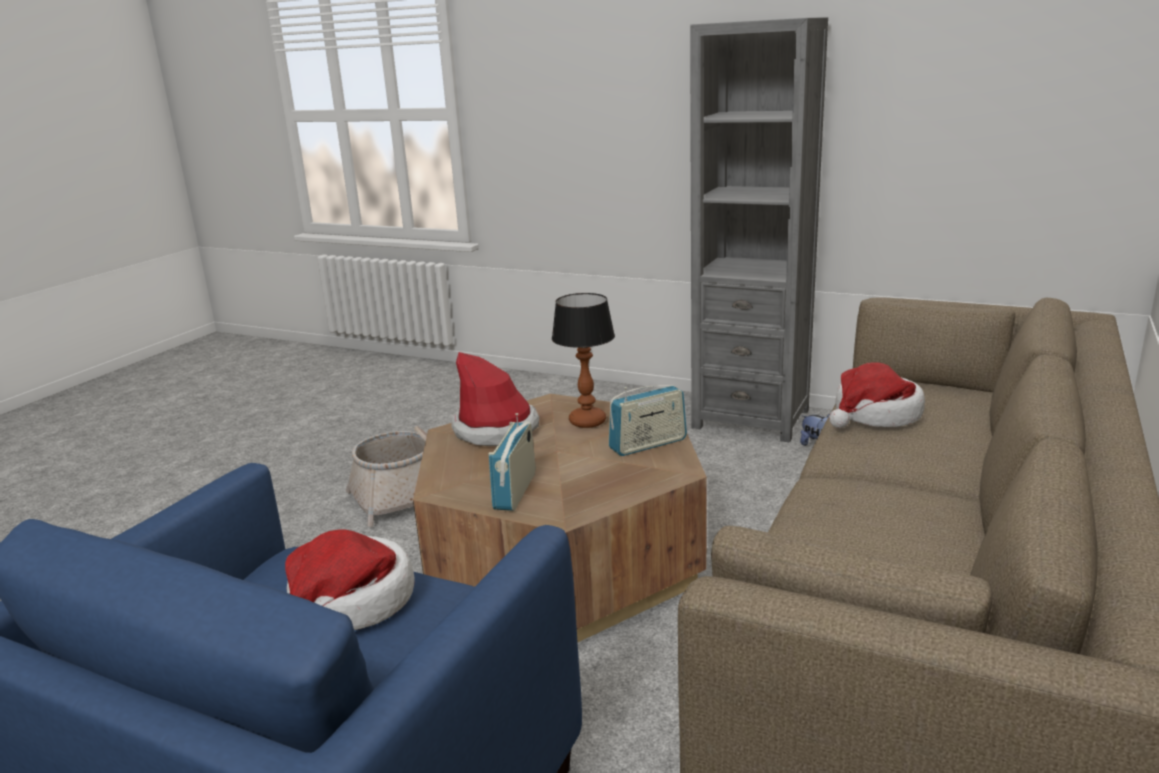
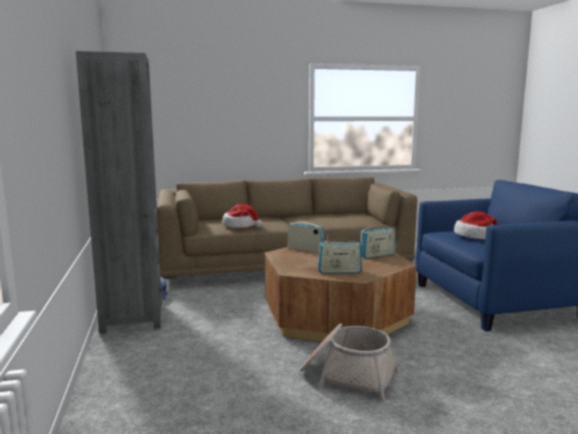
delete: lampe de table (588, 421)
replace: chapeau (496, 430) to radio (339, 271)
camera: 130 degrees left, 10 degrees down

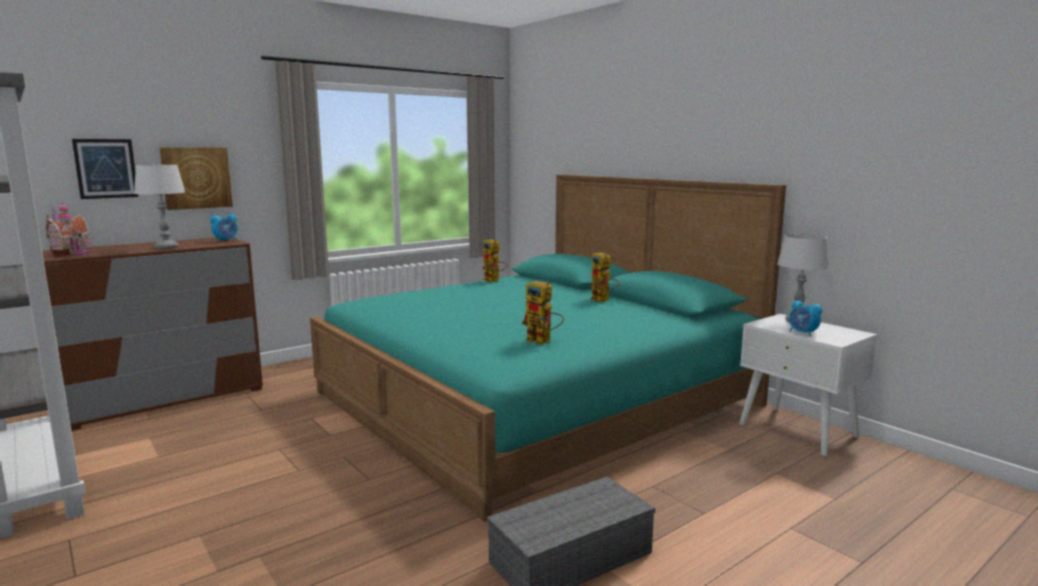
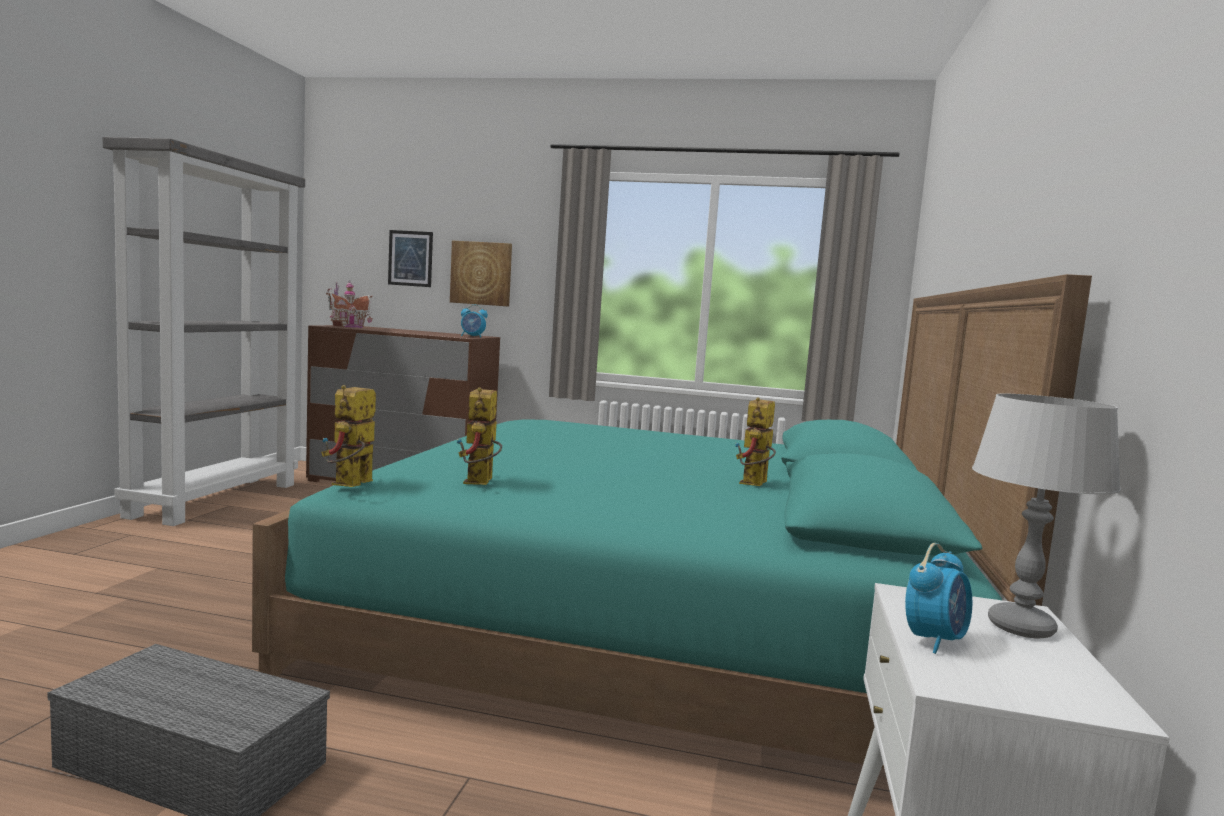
delete: lampe de table (gris) (166, 247)
move: robot jouet (494, 281) to (350, 485)
rotate: réveil (802, 333) = (934, 640) 150 degrees counterclockwise
camera: 50 degrees right, 5 degrees down

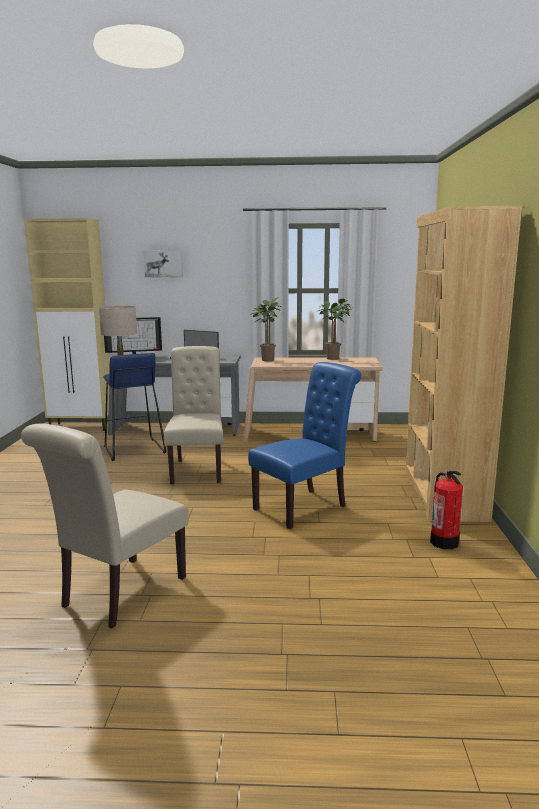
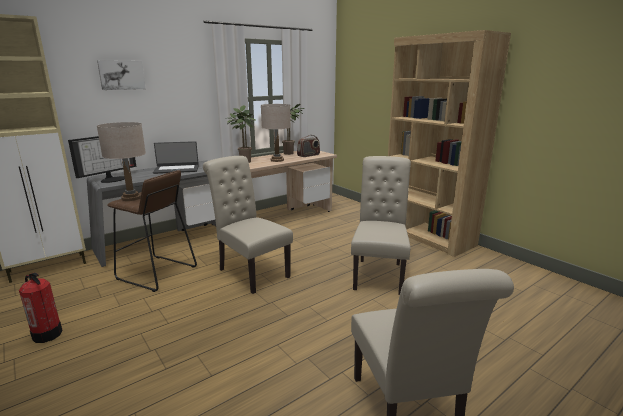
insert: lampe de table (beige) (277, 160); radio (308, 155)
move: extincteur (444, 542) to (47, 334)
recolor: tabouret (bleu) (133, 450) to tabouret (marron) (156, 273); chaise (bleu) (305, 506) to chaise (beige) (379, 273)
camera: 40 degrees left, 5 degrees up

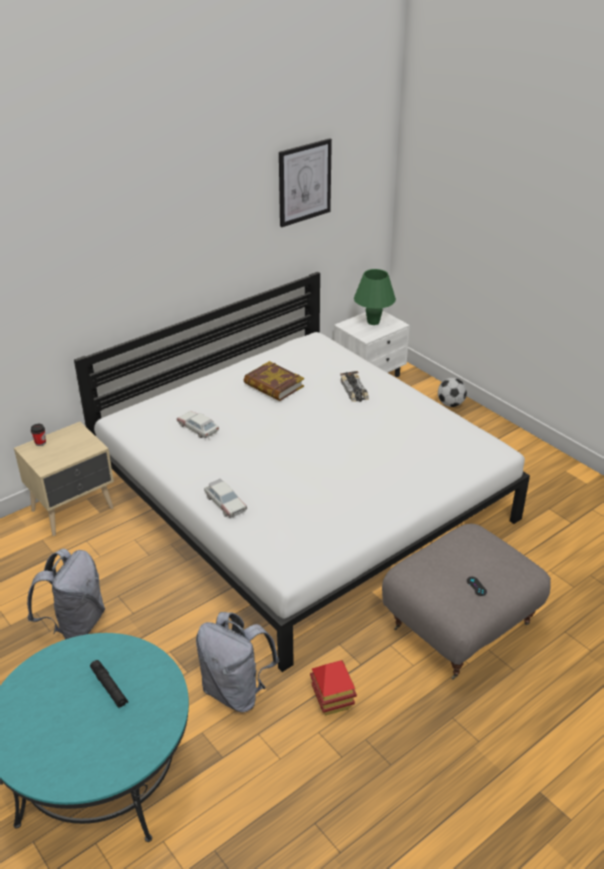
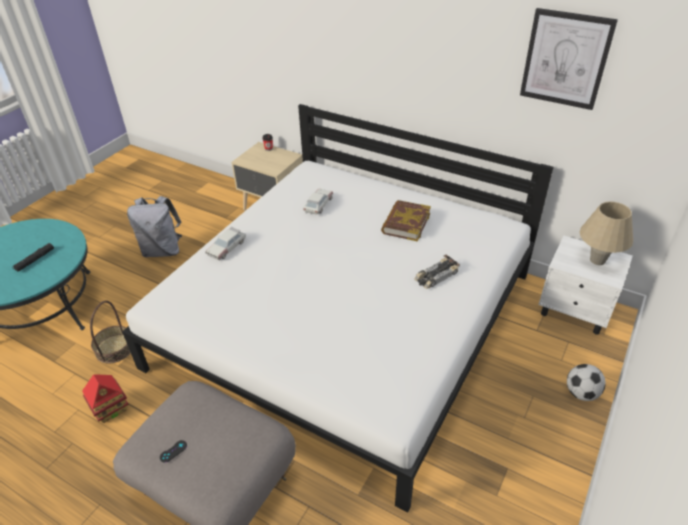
replace: sac à dos (gris) (236, 691) to panier (115, 348)
recolor: lampe de table (vert) (373, 322) to lampe de table (beige) (597, 260)
camera: 70 degrees right, 5 degrees up

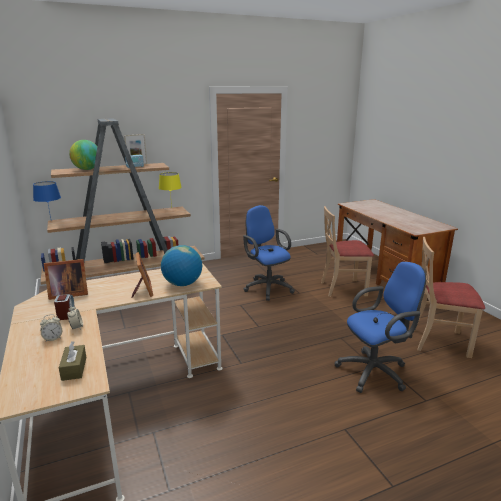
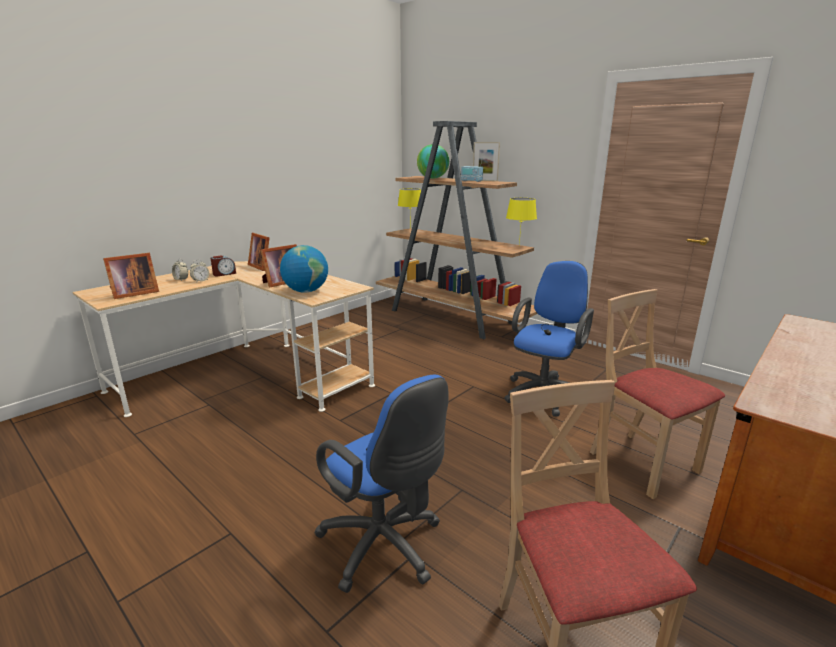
replace: boîte à mouchoirs (marron) (74, 368) to cadre photo (133, 294)
recolor: lampe de table (bleu) (50, 220) to lampe de table (jaune) (410, 228)
camera: 65 degrees right, 0 degrees up

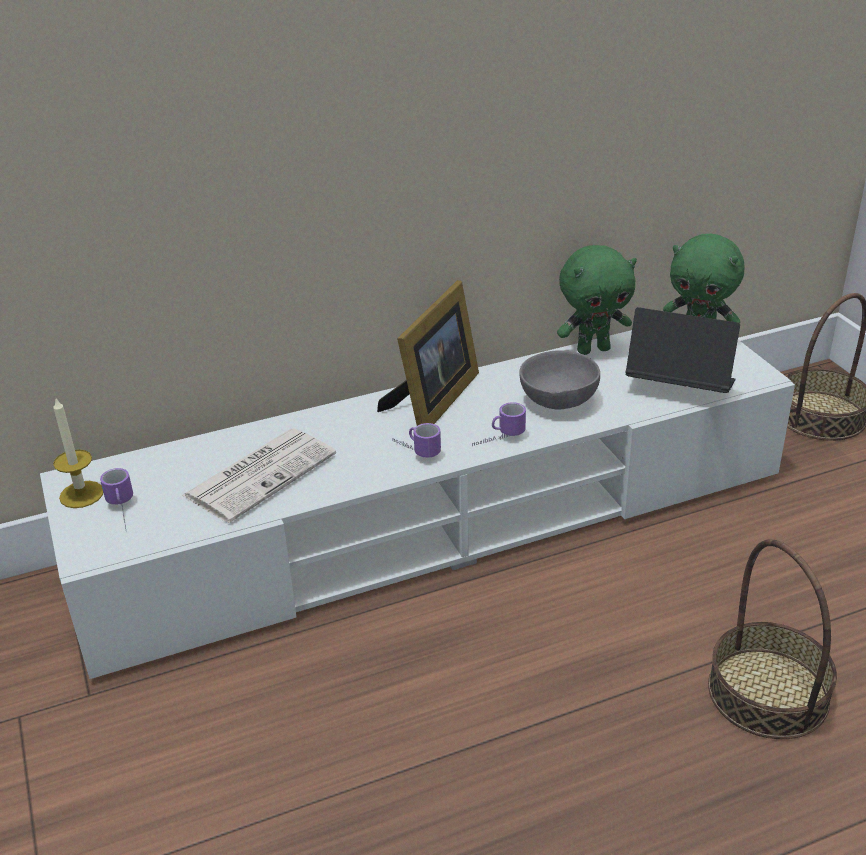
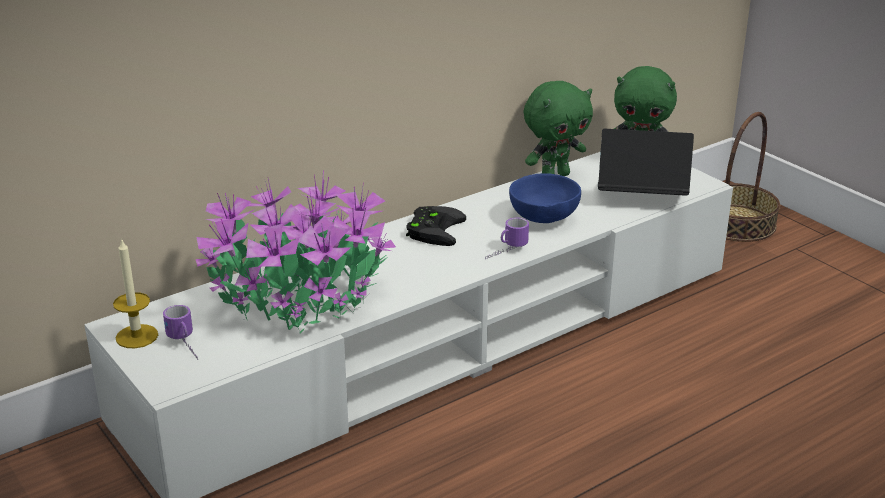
delete: mug (415, 451); panier (768, 693)
replace: journal (261, 474) to plante en pot (303, 301); cadre photo (433, 402) to manette (noir) (433, 229)
recolor: bol (gris) (558, 403) to bol (bleu) (543, 219)
camera: 15 degrees left, 5 degrees down

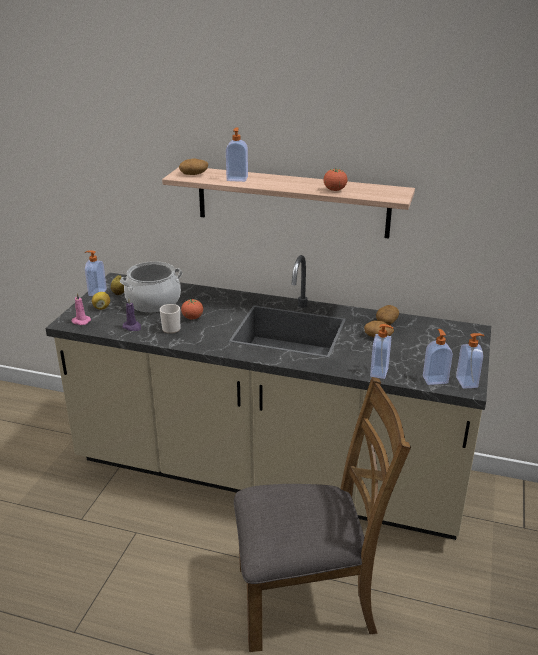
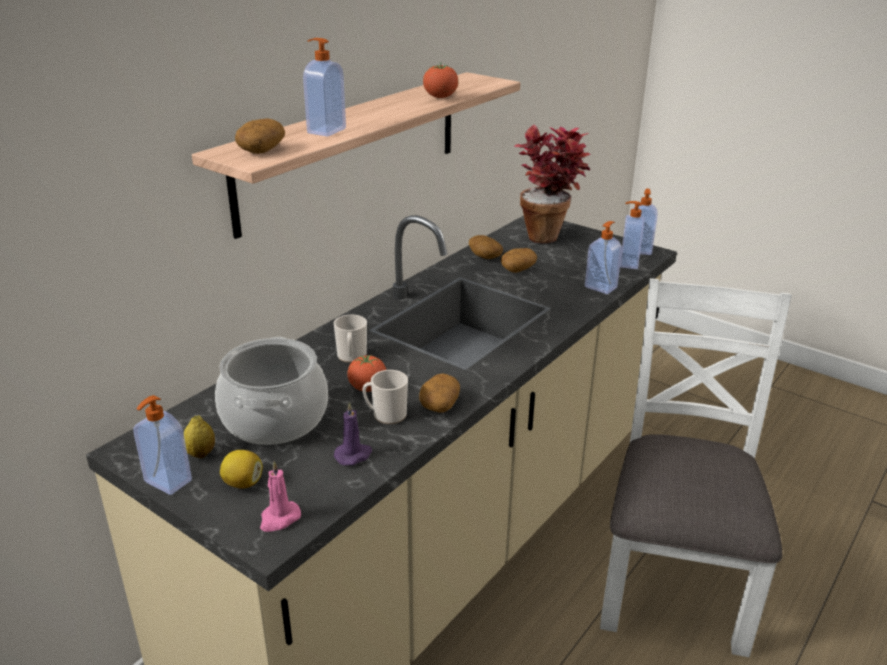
insert: mug (351, 357); pomme de terre (439, 404); plante en pot (549, 234)
recolor: chaise (marron) (307, 598) to chaise (blanc) (673, 578)
camera: 70 degrees left, 0 degrees up

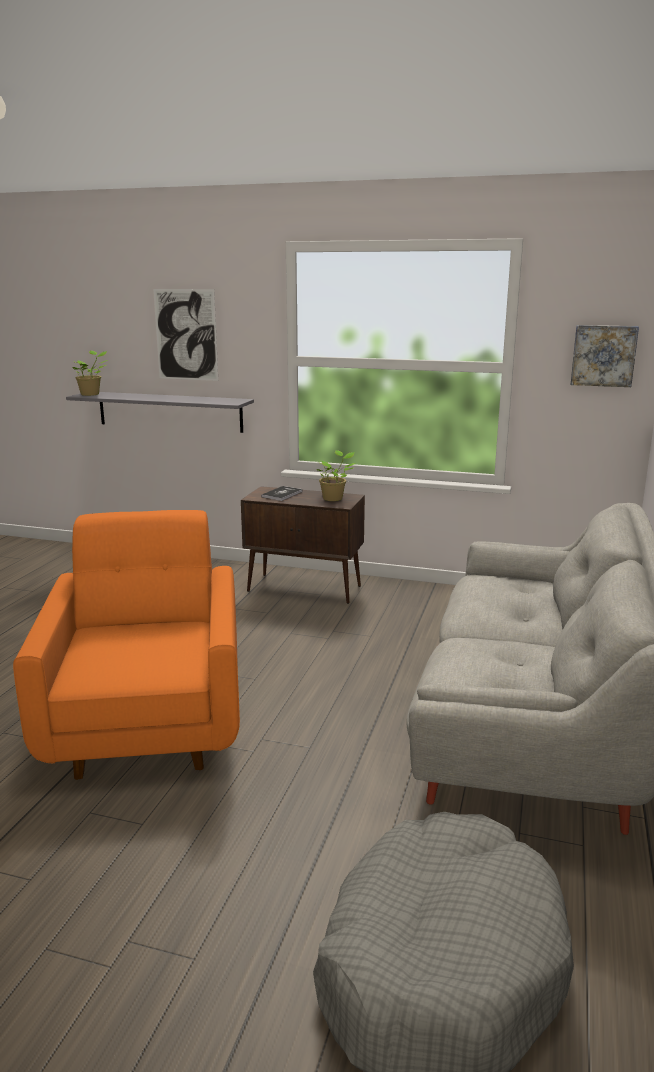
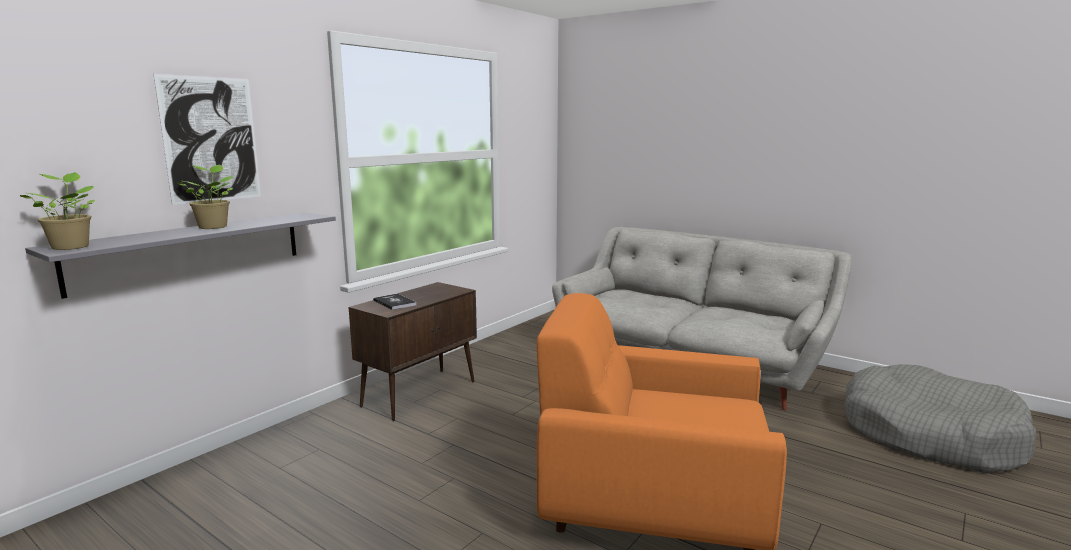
delete: tableau (603, 355)
move: plante en pot (334, 498) to (213, 227)
camera: 70 degrees left, 5 degrees down

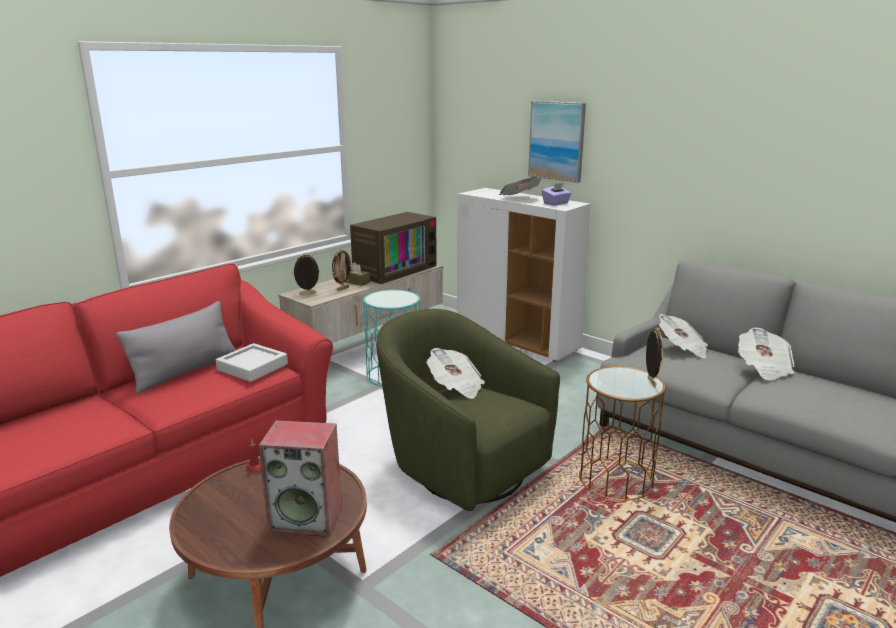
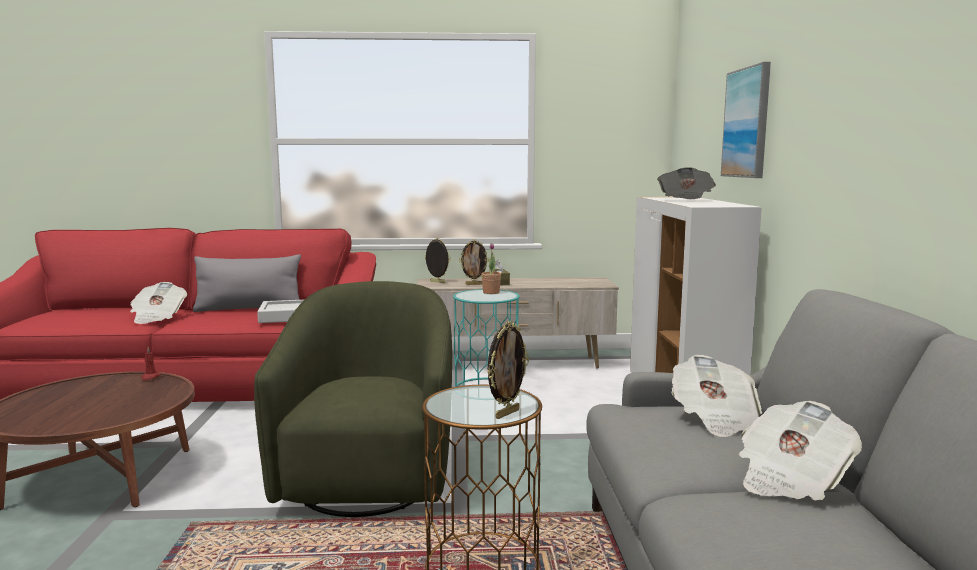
delete: enceinte (307, 518); téléviseur (394, 270); boîte à mouchoirs (violet) (556, 203)
insert: plante en pot (491, 292)
move: journal (456, 387) to (157, 317)
camera: 45 degrees right, 10 degrees down

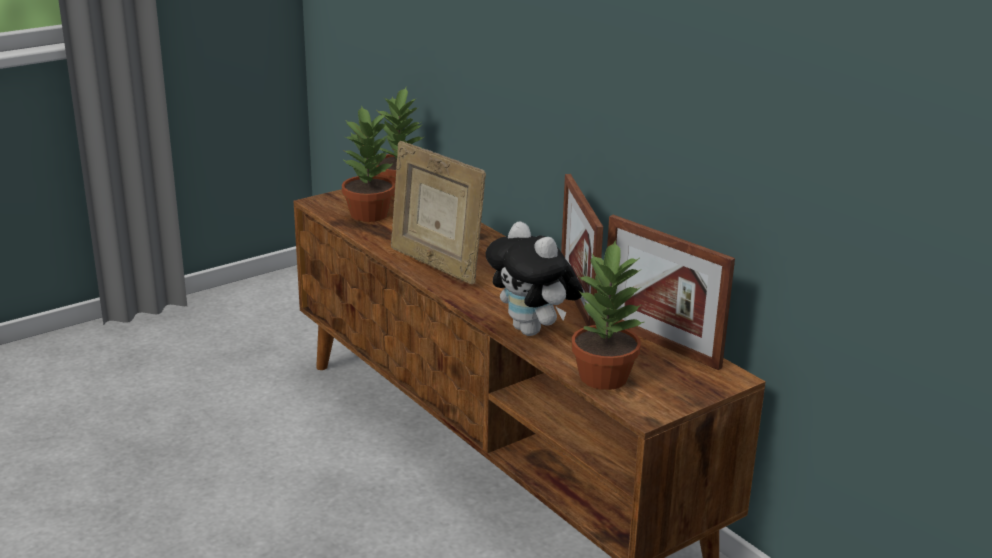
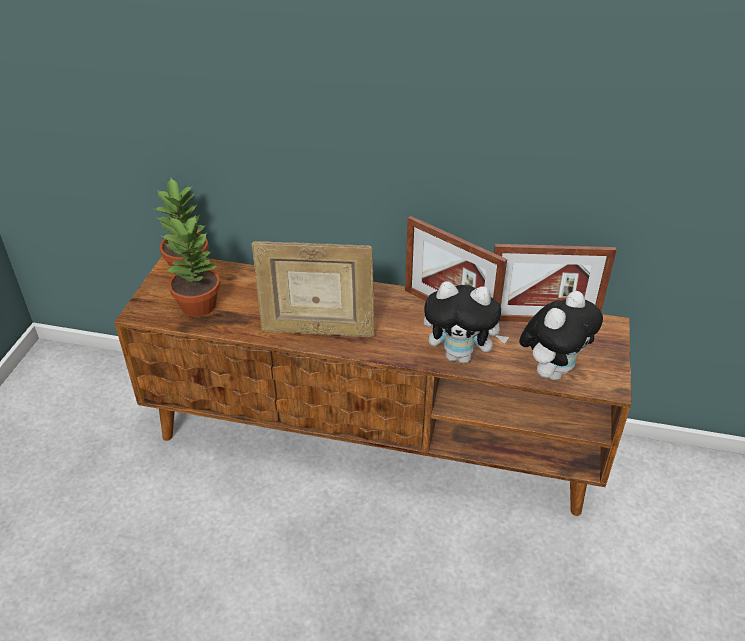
replace: plante en pot (605, 377) to peluche (552, 370)
camera: 40 degrees left, 15 degrees up

